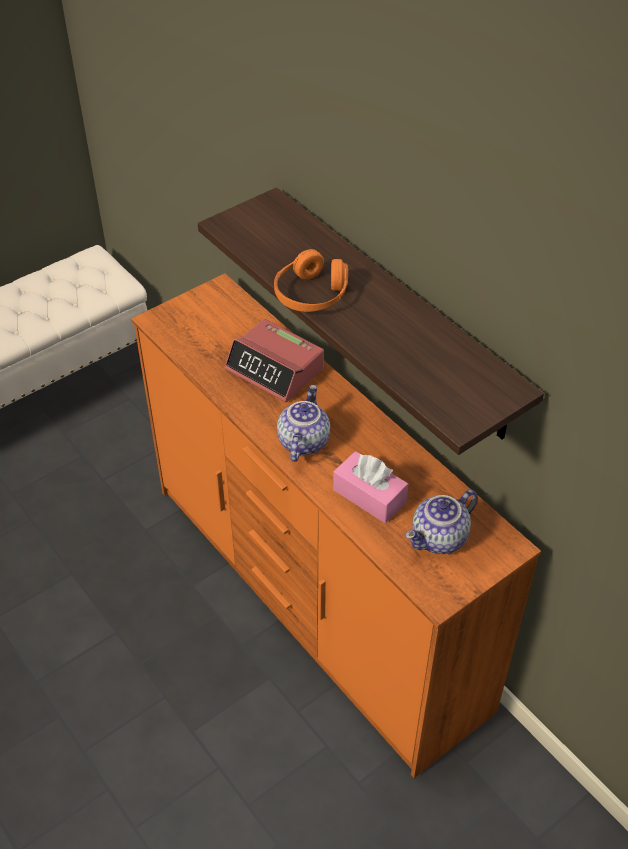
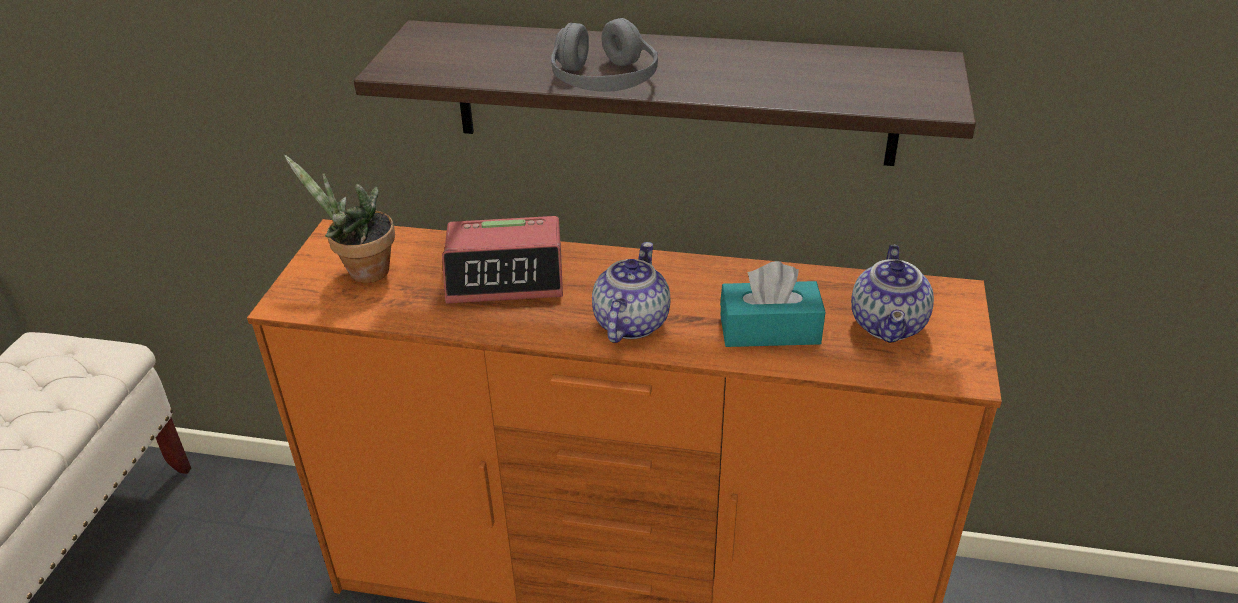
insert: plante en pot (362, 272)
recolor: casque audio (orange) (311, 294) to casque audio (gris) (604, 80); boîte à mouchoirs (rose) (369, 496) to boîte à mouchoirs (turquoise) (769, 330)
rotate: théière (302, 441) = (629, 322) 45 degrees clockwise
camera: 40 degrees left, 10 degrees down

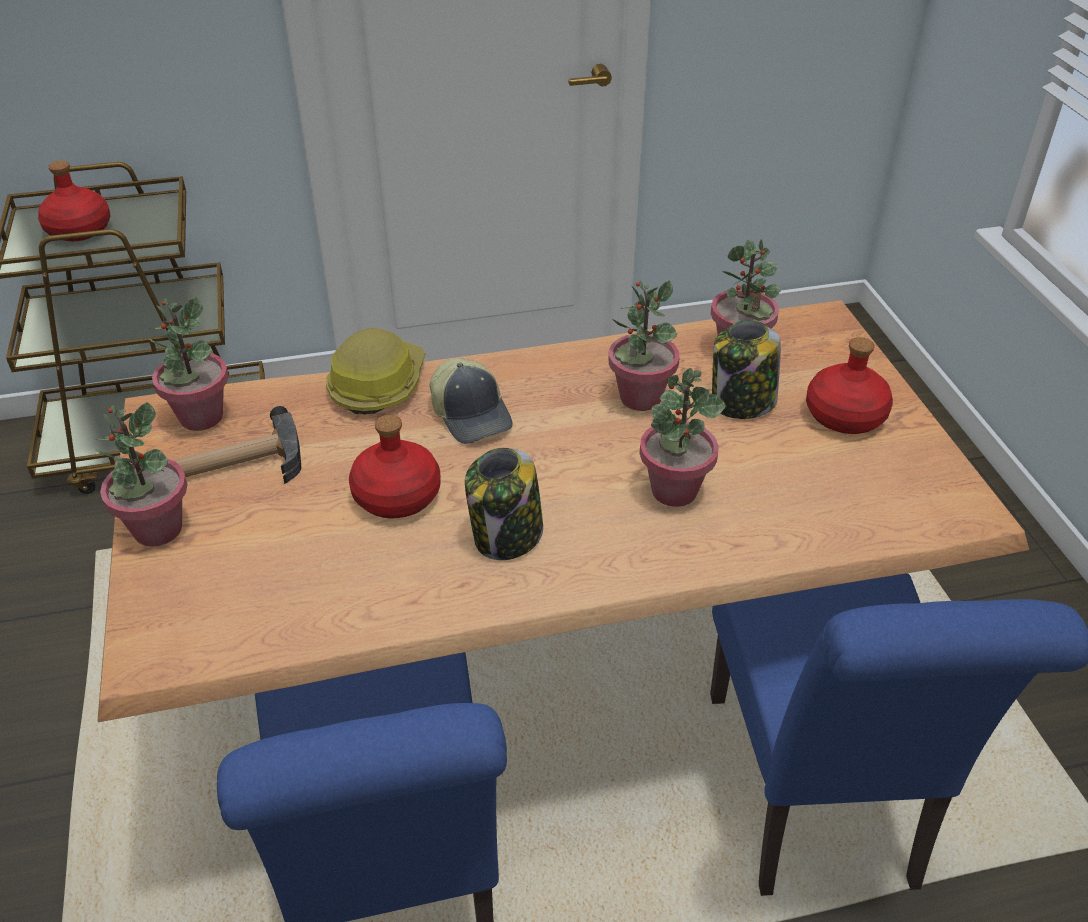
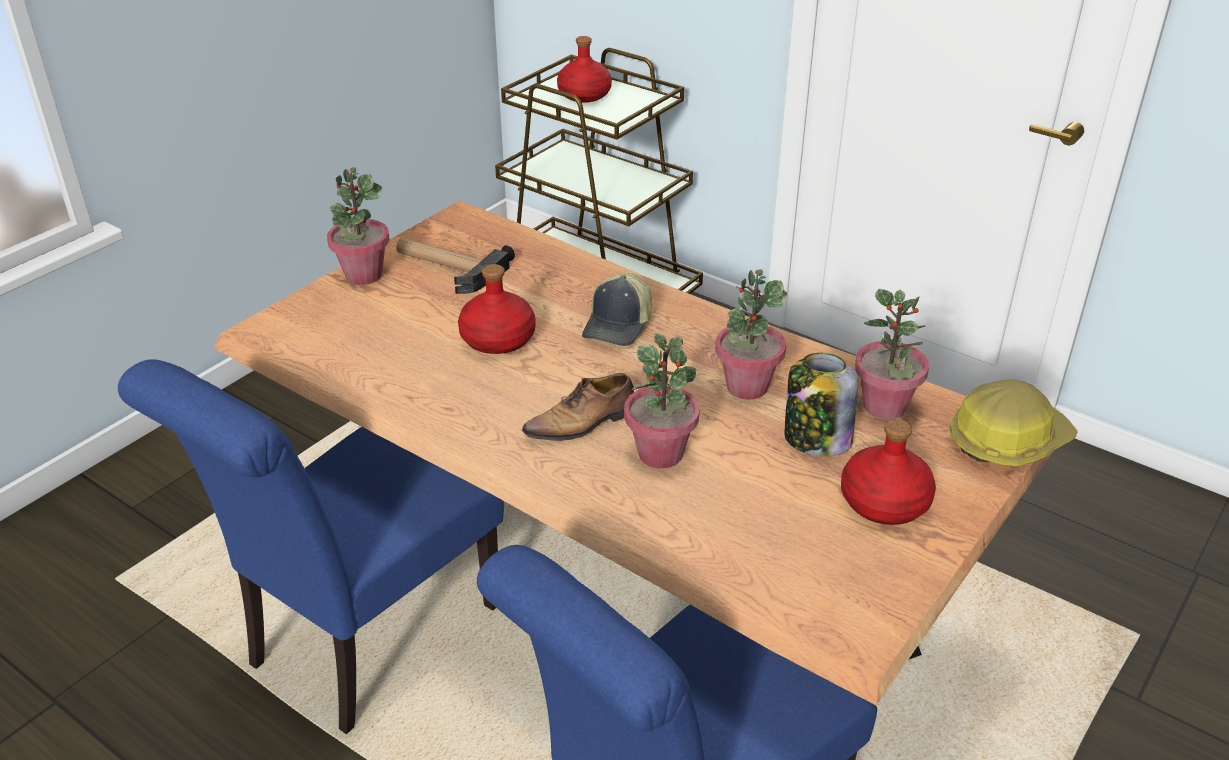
delete: plante en pot (201, 417); bocal (507, 536)
insert: chaussure (583, 423)
move: casque de chantier (377, 385) to (1006, 440)
camera: 50 degrees right, 5 degrees down

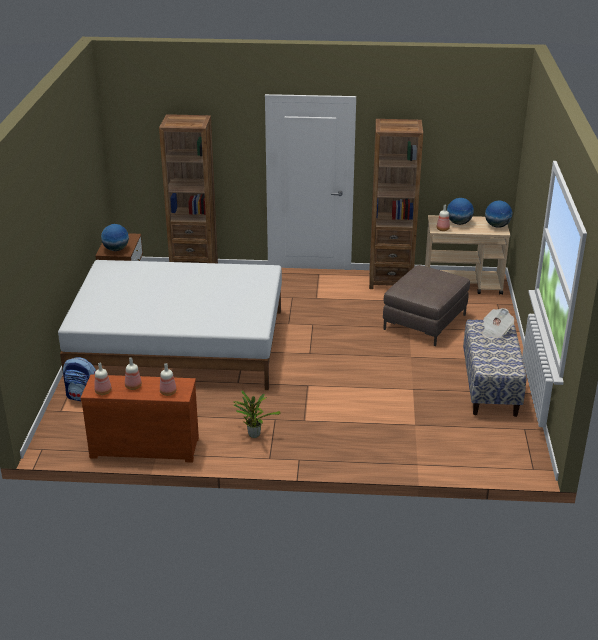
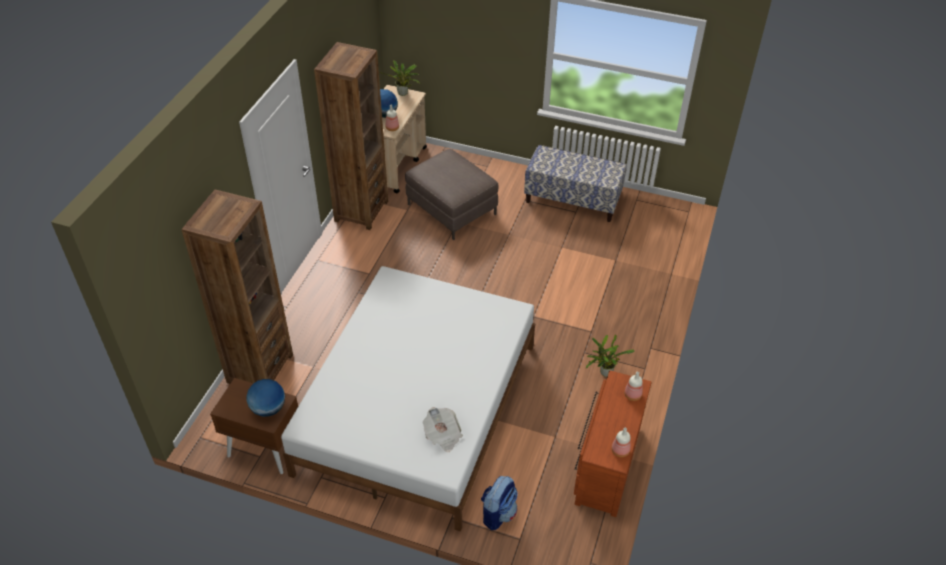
delete: bouteille (133, 387)
move: journal (495, 331) to (443, 435)
replace: globe (497, 226) to plante en pot (403, 94)
camera: 75 degrees left, 15 degrees up

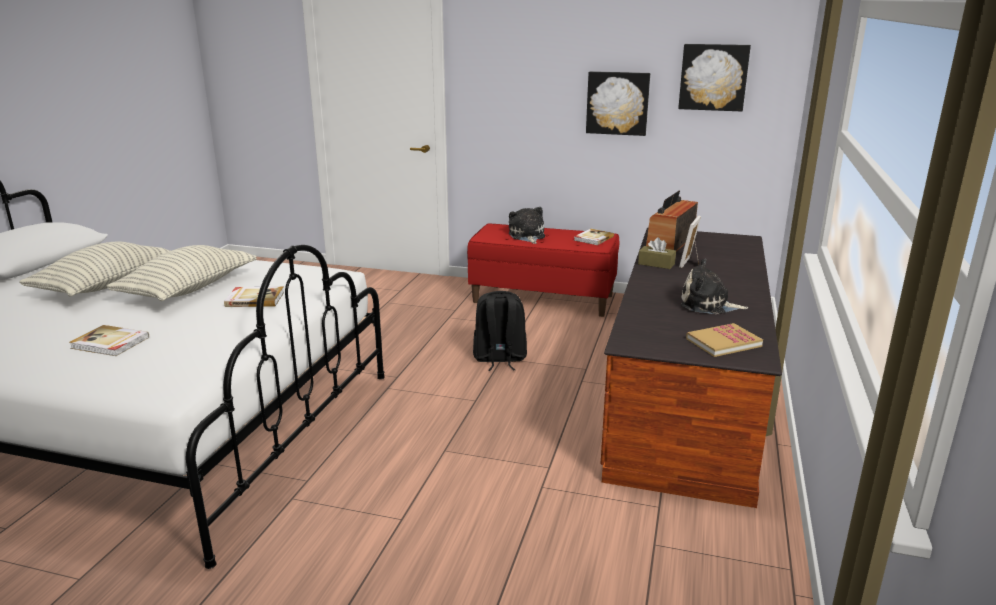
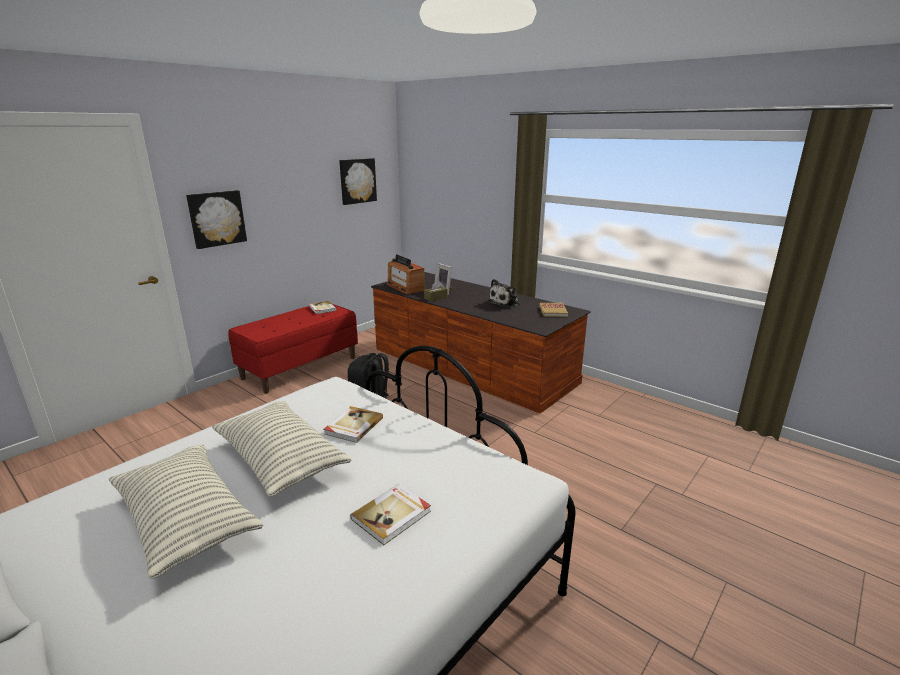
delete: peluche (527, 236)
move: tableau (617, 103) to (216, 218)
camera: 65 degrees left, 0 degrees up

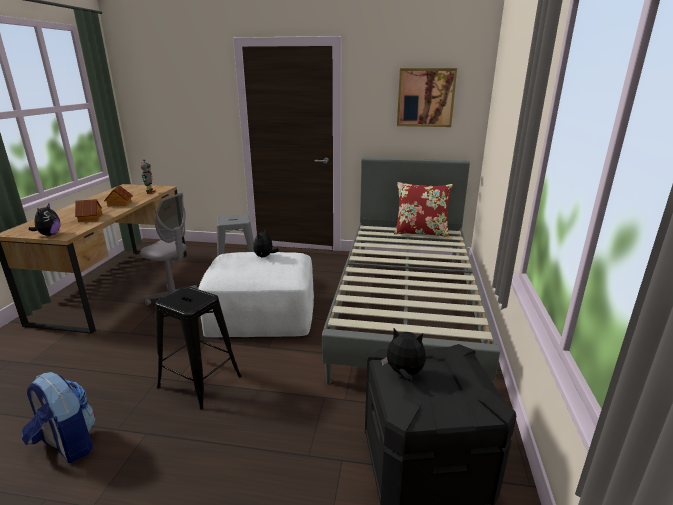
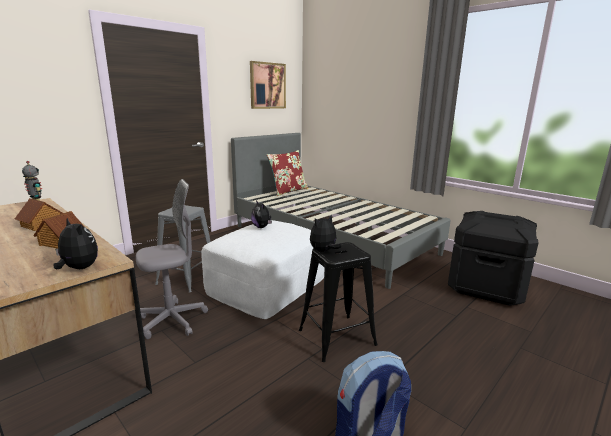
move: peluche (404, 373) to (323, 251)
camera: 55 degrees left, 5 degrees down

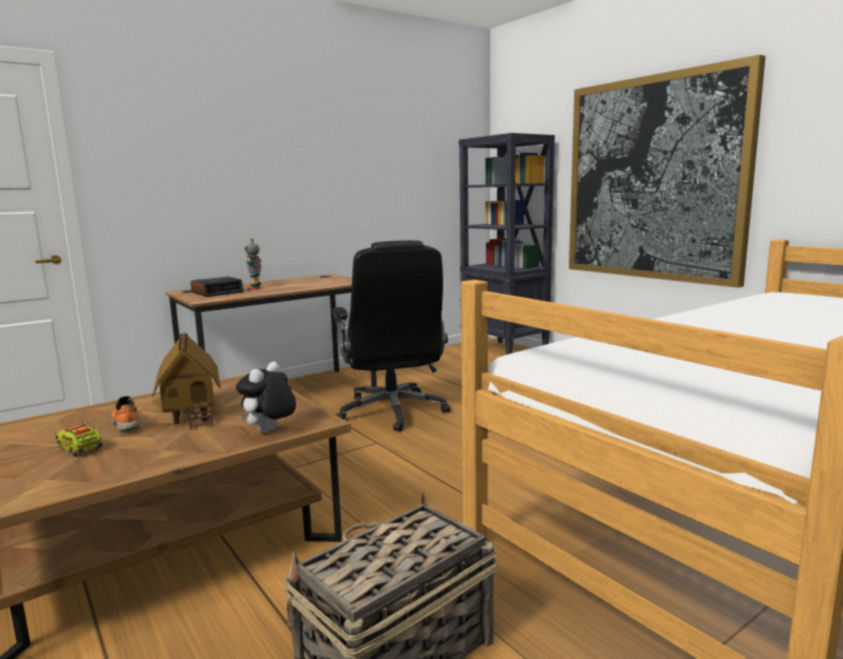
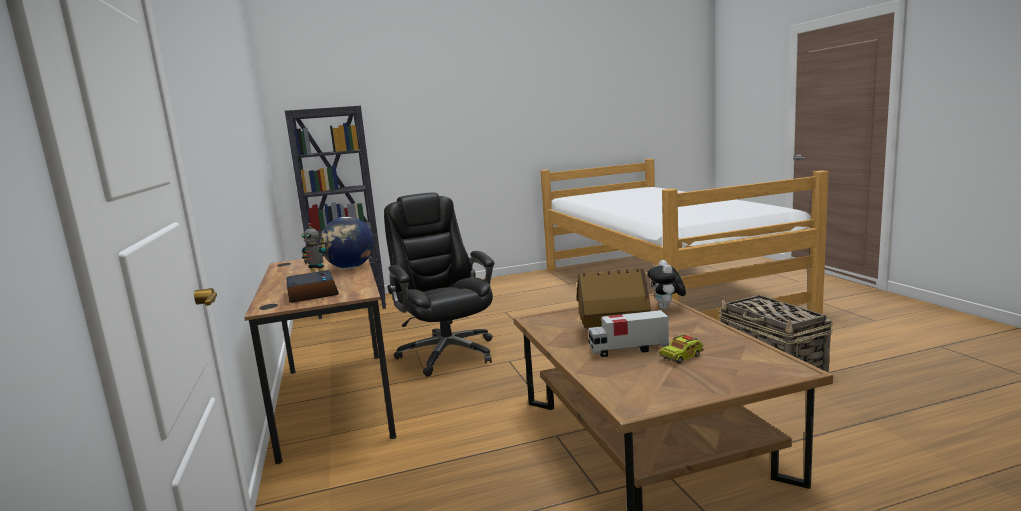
delete: tableau (654, 179)
insert: globe (350, 267)
replace: chaussure (orange) (125, 423) to camion jouet (628, 349)
rotate: peluche (269, 432) = (667, 308) 45 degrees clockwise; chaise de bureau (noir) (392, 412) = (447, 353) 120 degrees counterclockwise
camera: 70 degrees left, 0 degrees up

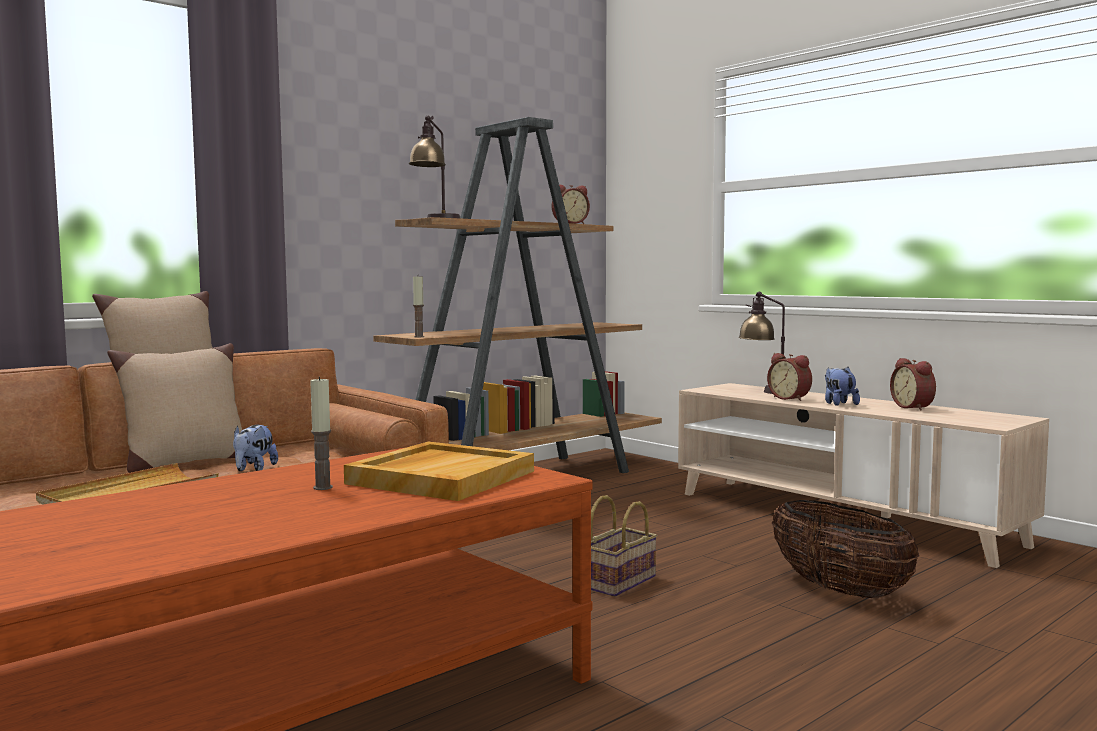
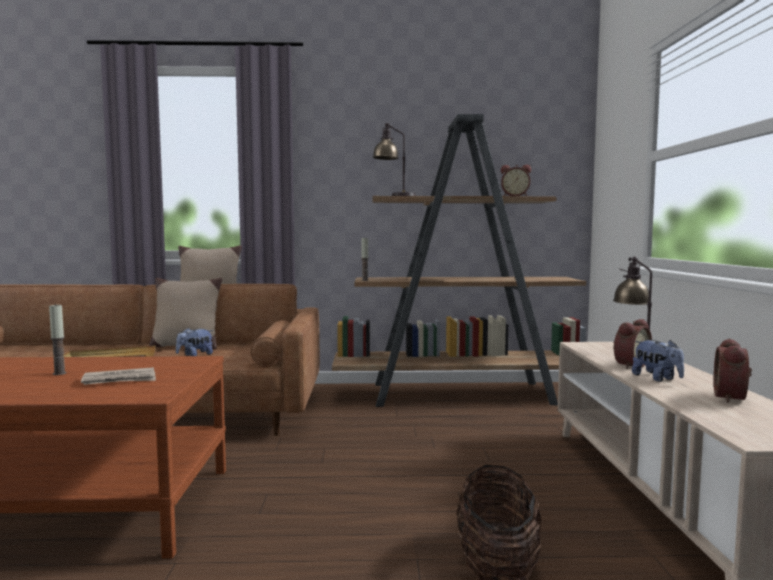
delete: panier (619, 581)
replace: plateau (beige) (441, 477) to journal (120, 380)
rotate: réveil (790, 398) = (629, 365) 135 degrees counterclockwise; peluche (838, 404) = (657, 378) 120 degrees clockwise
camera: 40 degrees right, 0 degrees up

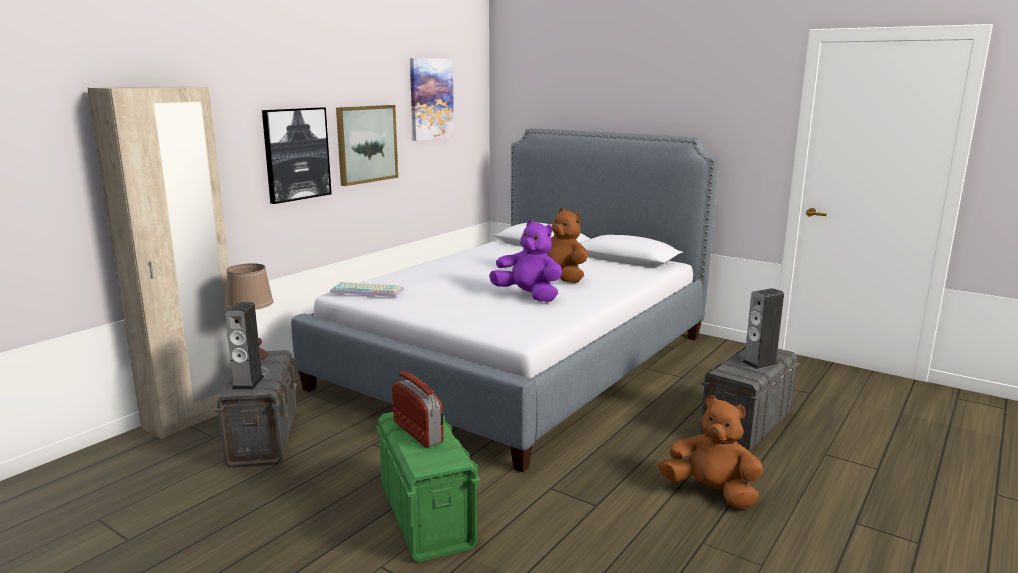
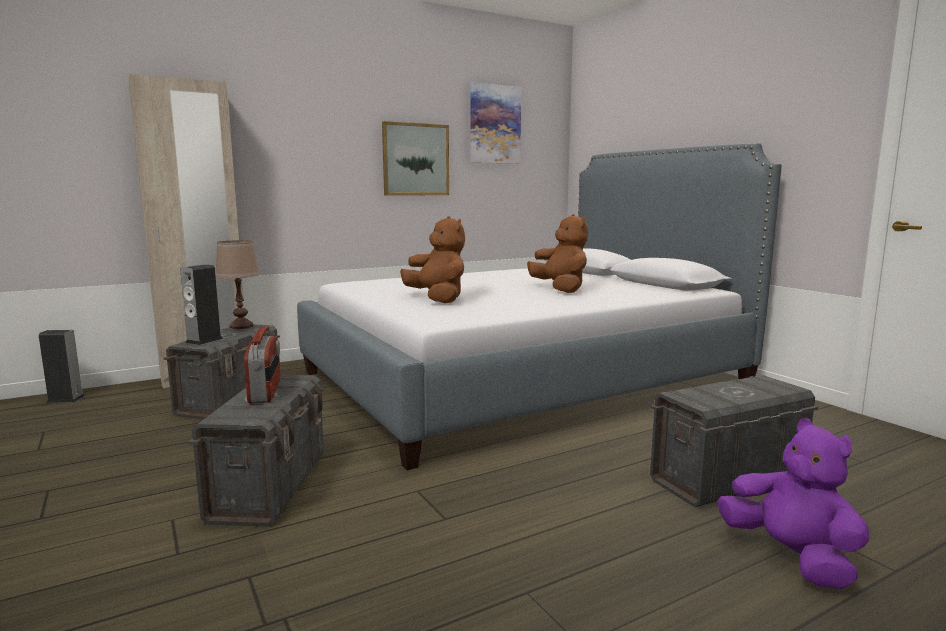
delete: tableau (296, 154); clavier (368, 290)
move: peluche (violet) (528, 296) to (790, 557); peluche (marron) (711, 492) to (437, 299); enceinte (760, 363) to (66, 399)
recolor: boîte de rangement (vert) (426, 515) to boîte de rangement (gris) (270, 486)
camera: 25 degrees right, 5 degrees down

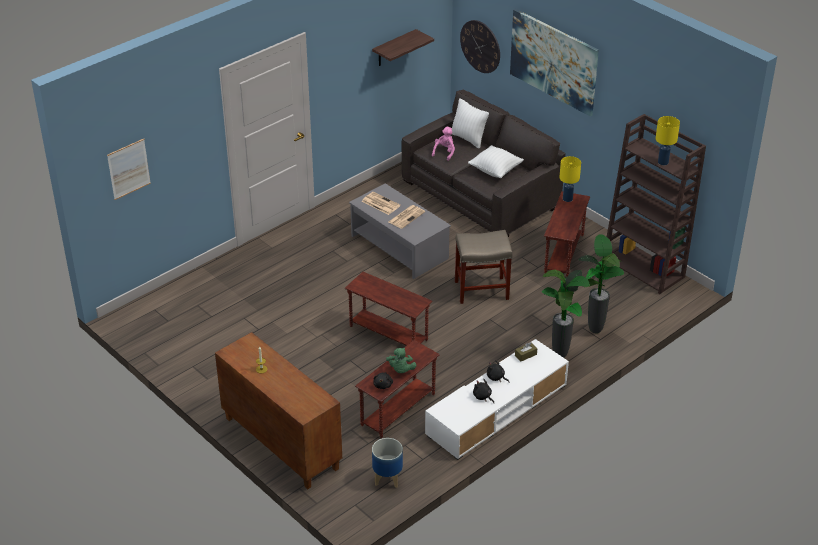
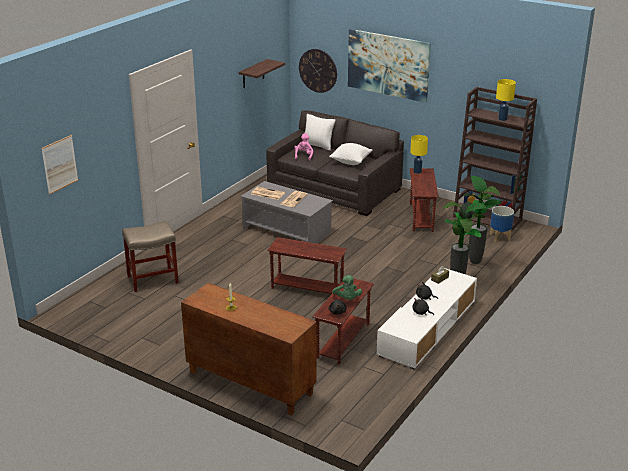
move: cache-pot (388, 478) to (500, 237); tabouret (beige) (482, 290) to (153, 279)
camera: 15 degrees left, 10 degrees down

